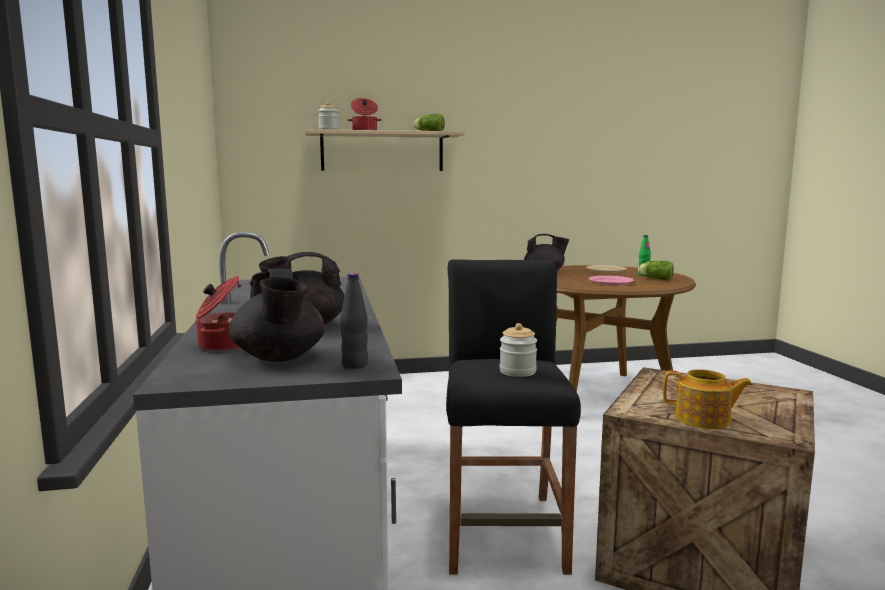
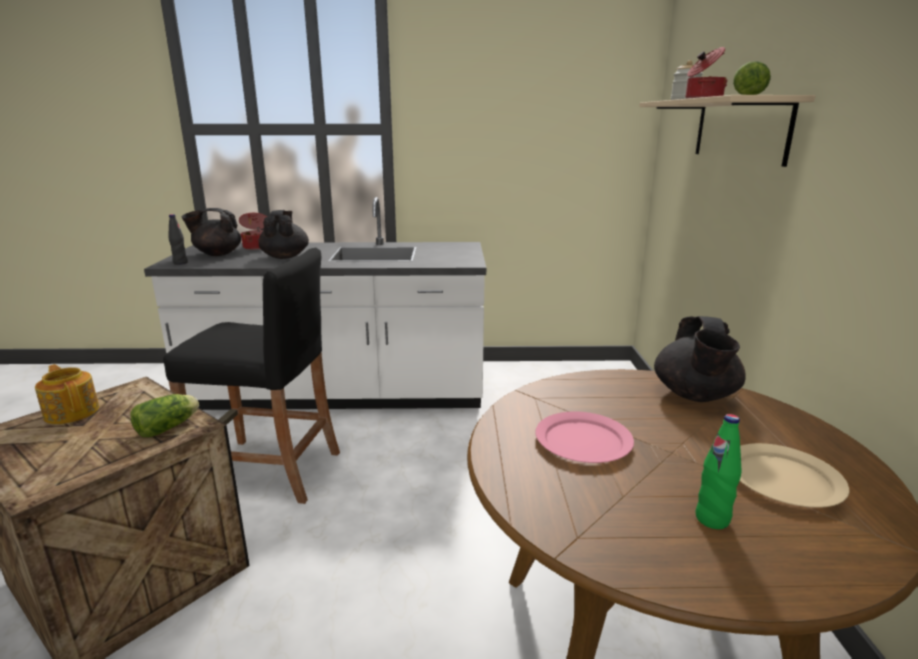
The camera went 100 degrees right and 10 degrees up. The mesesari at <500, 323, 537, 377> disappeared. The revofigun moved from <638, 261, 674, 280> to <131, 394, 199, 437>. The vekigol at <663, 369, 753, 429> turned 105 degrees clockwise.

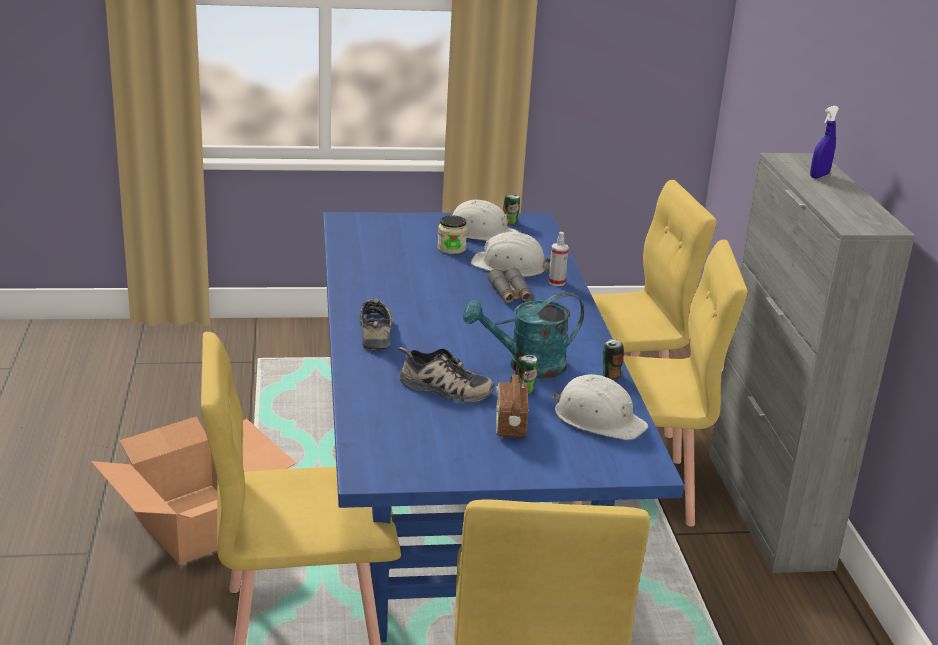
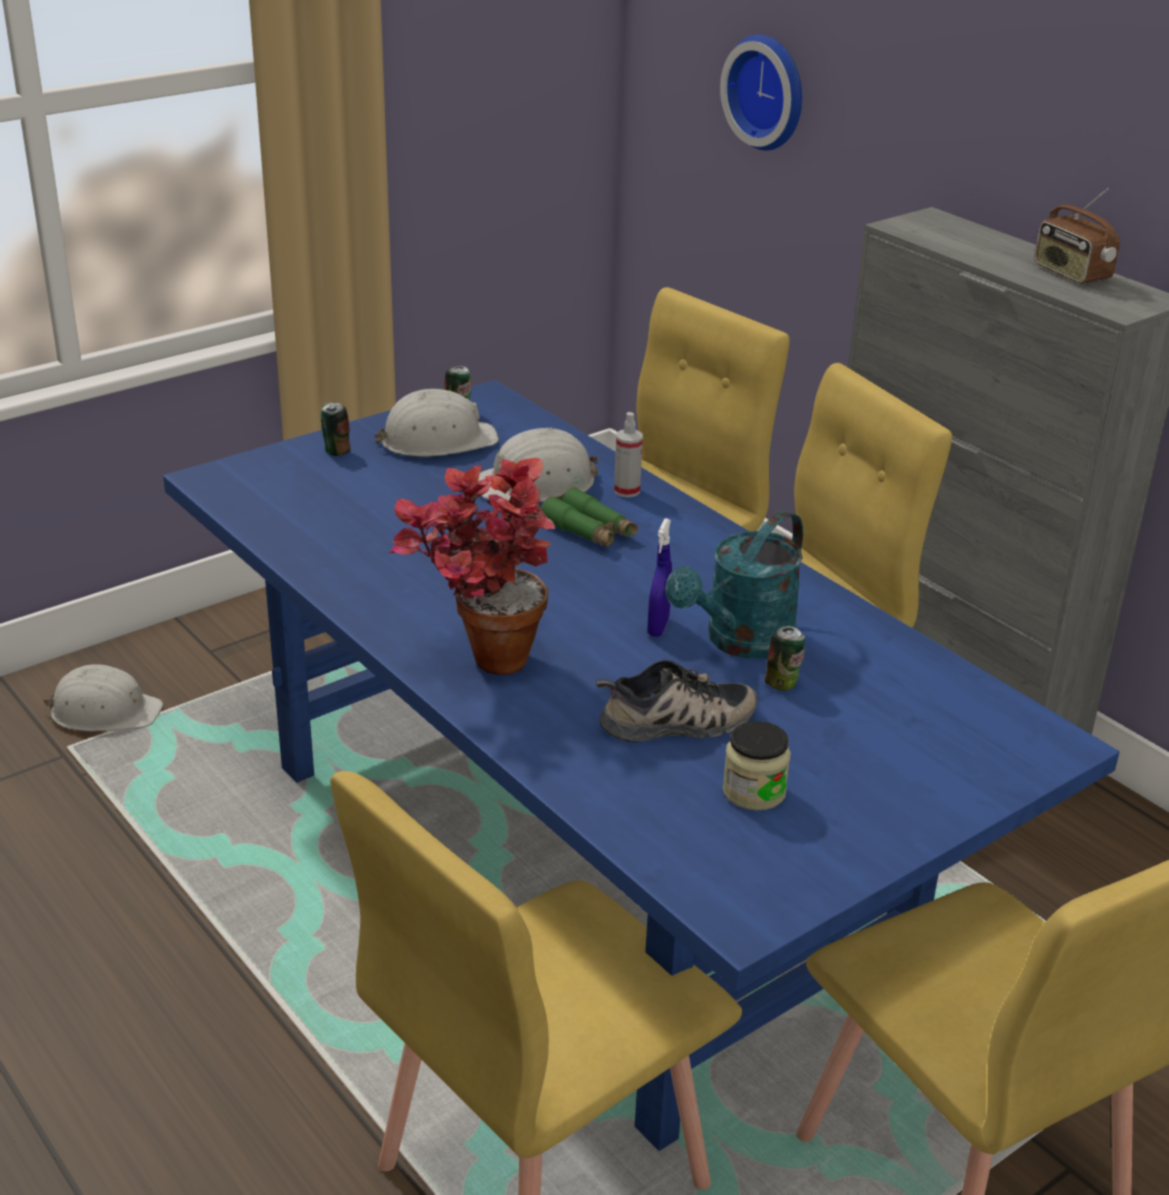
The camera went 30 degrees left and 5 degrees up. The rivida at <91, 416, 296, 565> disappeared. The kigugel at <360, 298, 394, 351> was replaced by the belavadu at <389, 458, 555, 675>. The mesesari moved from <437, 216, 468, 254> to <723, 721, 791, 811>. The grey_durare at <488, 268, 532, 303> became the green_durare at <540, 487, 638, 547>. The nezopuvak moved from <496, 372, 528, 438> to <1035, 188, 1120, 284>. The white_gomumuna moved from <553, 374, 648, 440> to <43, 664, 163, 731>. The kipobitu moved from <603, 339, 624, 379> to <321, 402, 351, 456>. The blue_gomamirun moved from <810, 106, 839, 179> to <648, 518, 672, 637>. The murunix at <720, 35, 802, 151> appeared.

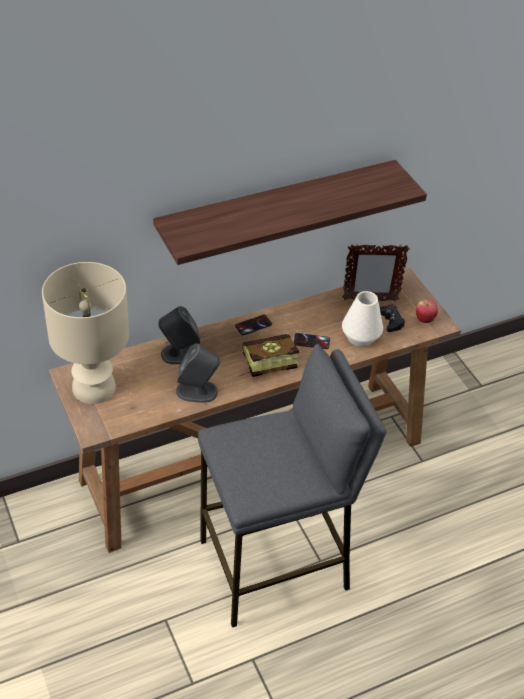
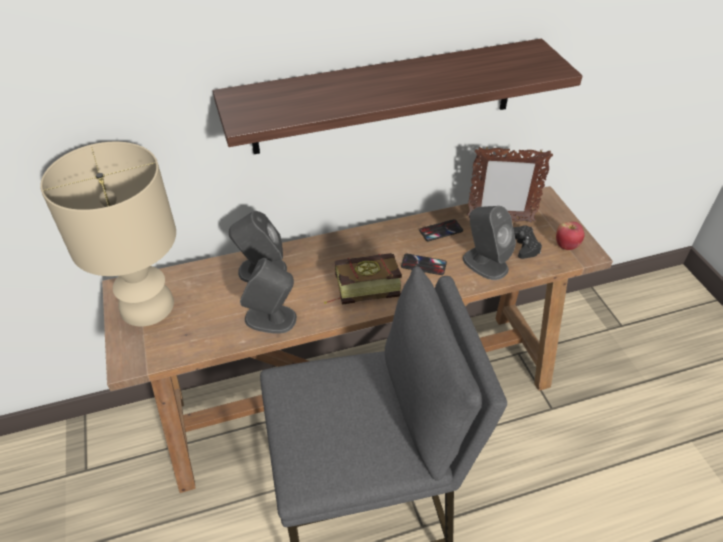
The camera went 10 degrees right and 0 degrees up. The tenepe moved from <235, 315, 272, 335> to <419, 219, 463, 241>. The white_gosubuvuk at <342, 291, 383, 347> was replaced by the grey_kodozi at <463, 206, 516, 280>.

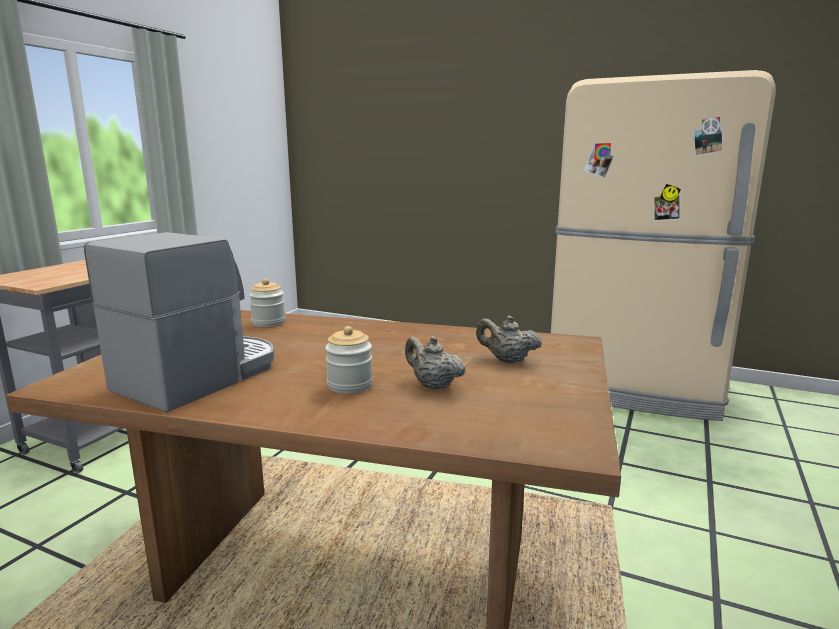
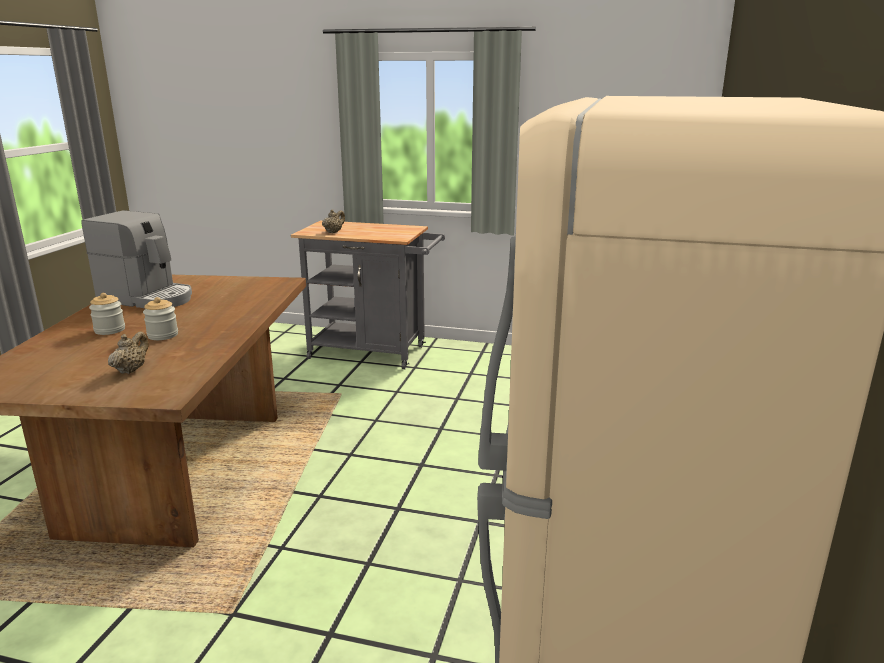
The camera went 80 degrees right and 5 degrees up. The mesesari moved from <249, 279, 285, 327> to <143, 297, 178, 340>. The beige_vekigol moved from <405, 336, 466, 390> to <322, 209, 345, 233>.

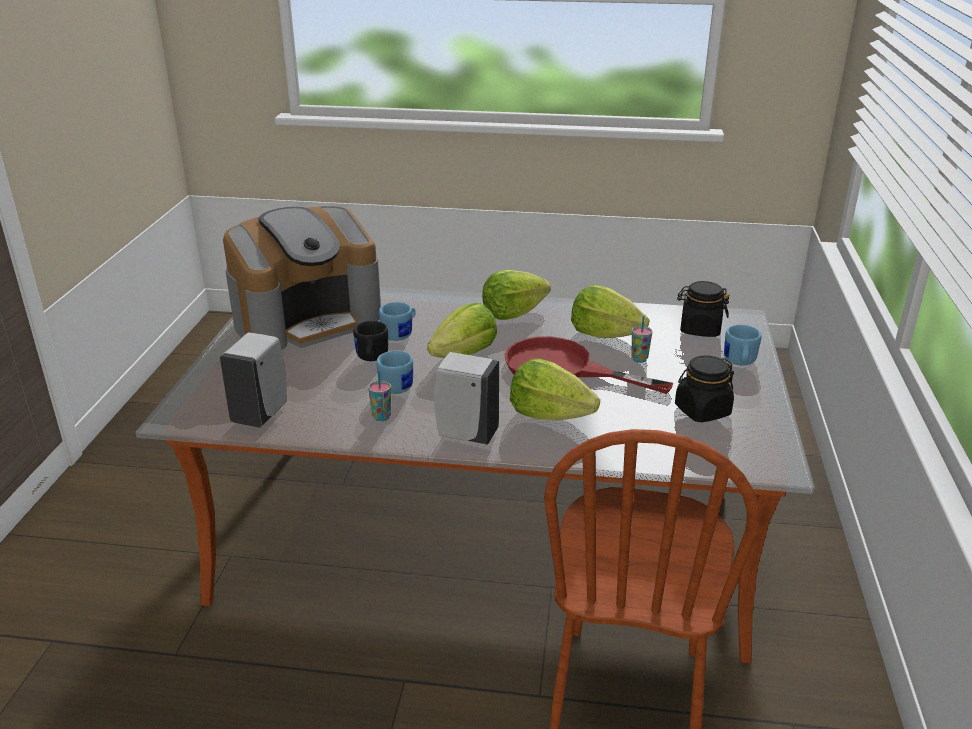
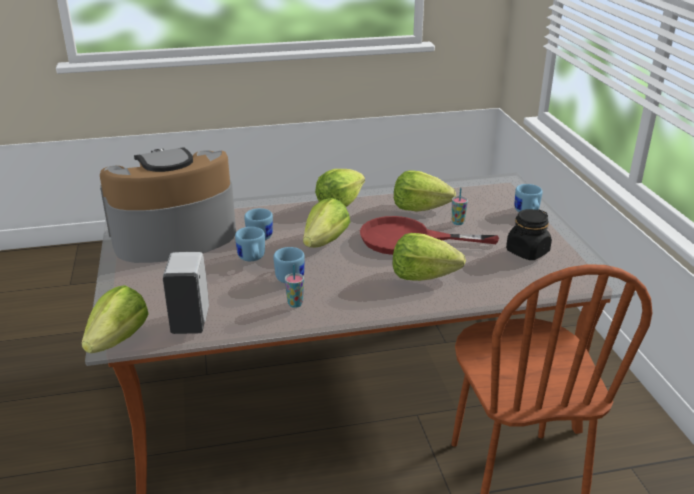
The camera went 20 degrees left and 0 degrees up. The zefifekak at <223, 206, 381, 350> turned 150 degrees counterclockwise. The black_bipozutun at <353, 321, 388, 361> became the blue_bipozutun at <235, 227, 265, 261>. The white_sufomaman at <434, 352, 499, 445> disappeared. The black_mesesari at <677, 281, 730, 337> disappeared. The revofigun at <81, 285, 148, 353> appeared.

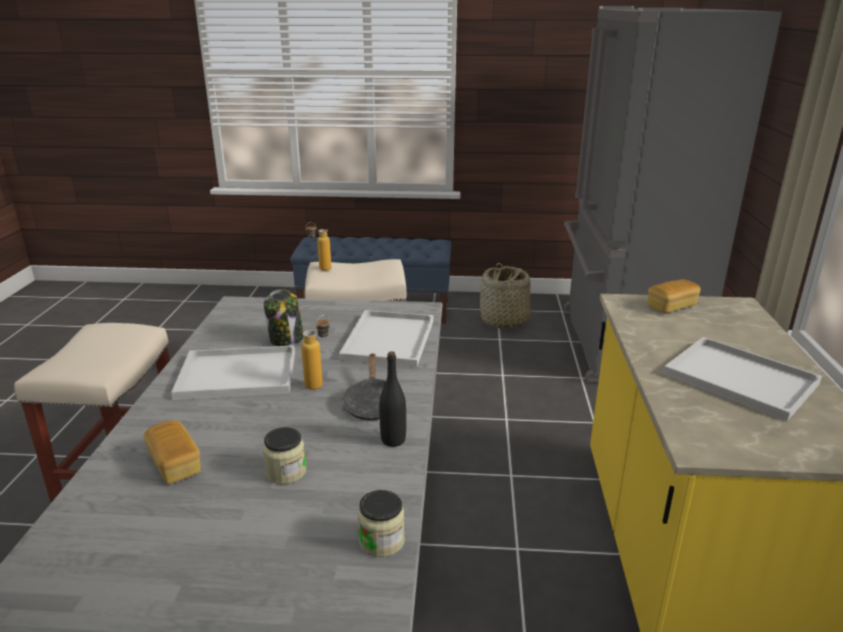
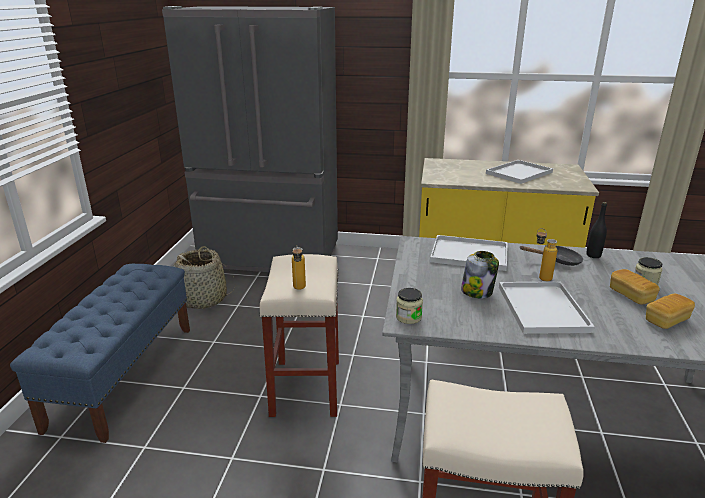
The camera went 85 degrees left and 0 degrees up. The mesesari moved from <358, 490, 405, 557> to <396, 288, 423, 324>. The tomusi moved from <648, 279, 700, 313> to <610, 269, 660, 305>.

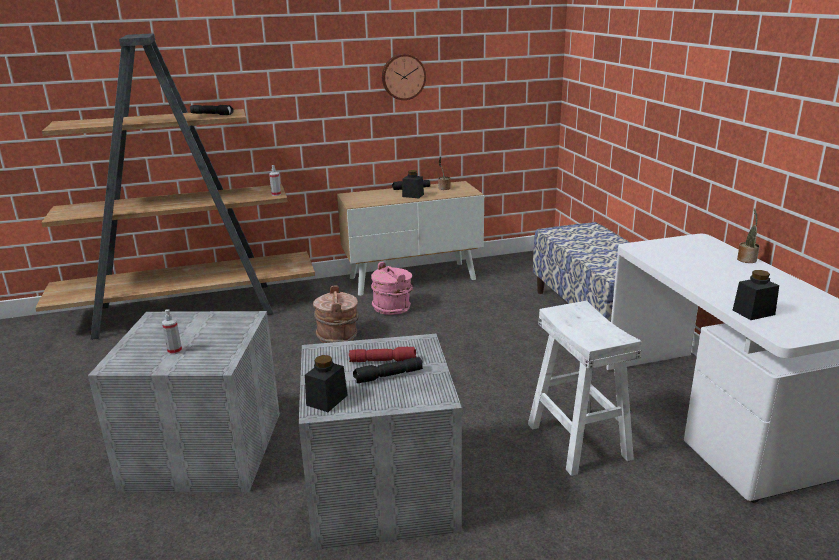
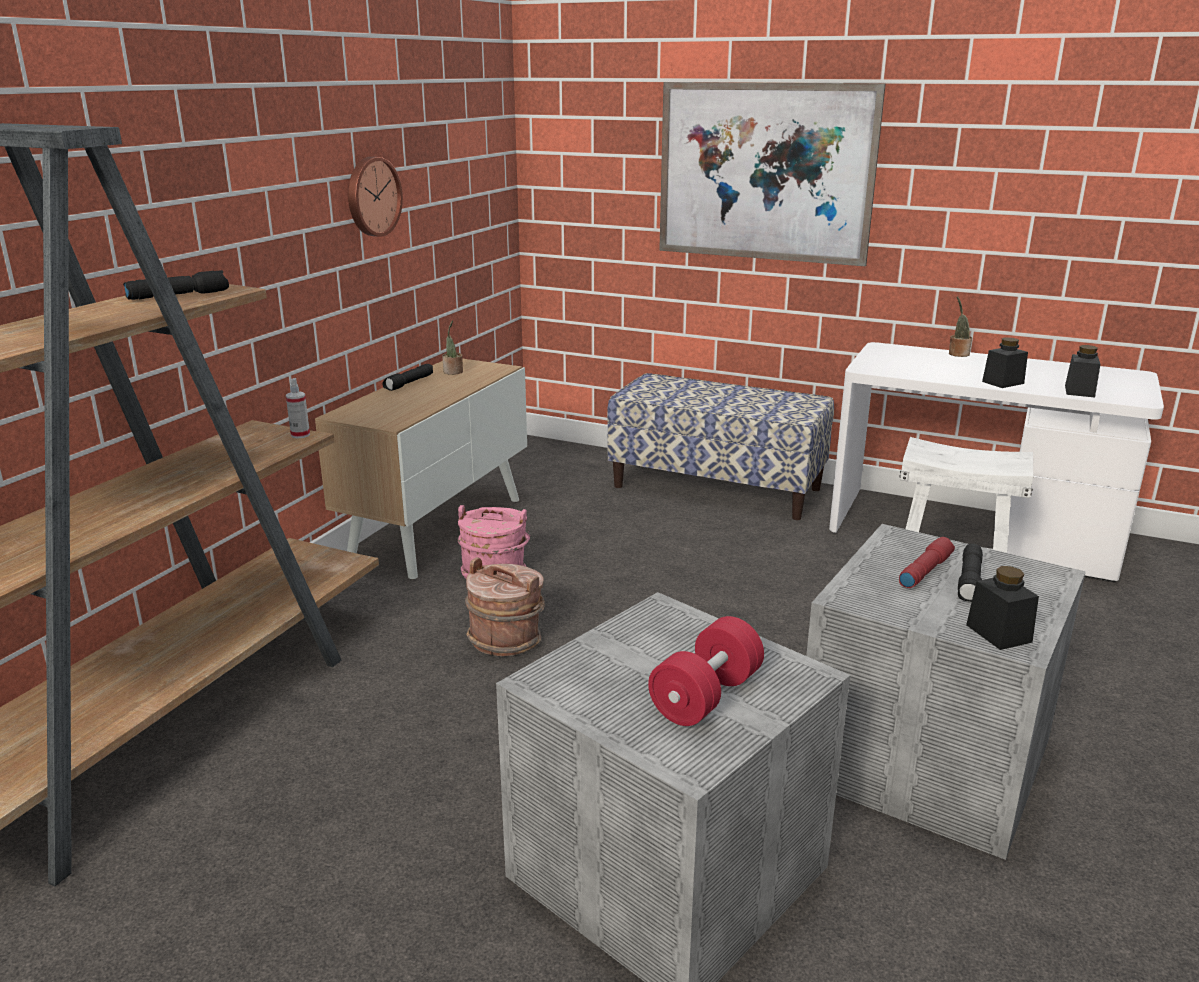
The camera went 50 degrees left and 0 degrees up. The gomamirun at <162, 309, 182, 355> was replaced by the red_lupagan at <648, 616, 764, 726>. The black_mesesari moved from <402, 170, 424, 198> to <982, 337, 1028, 388>. The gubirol at <659, 82, 886, 266> appeared.

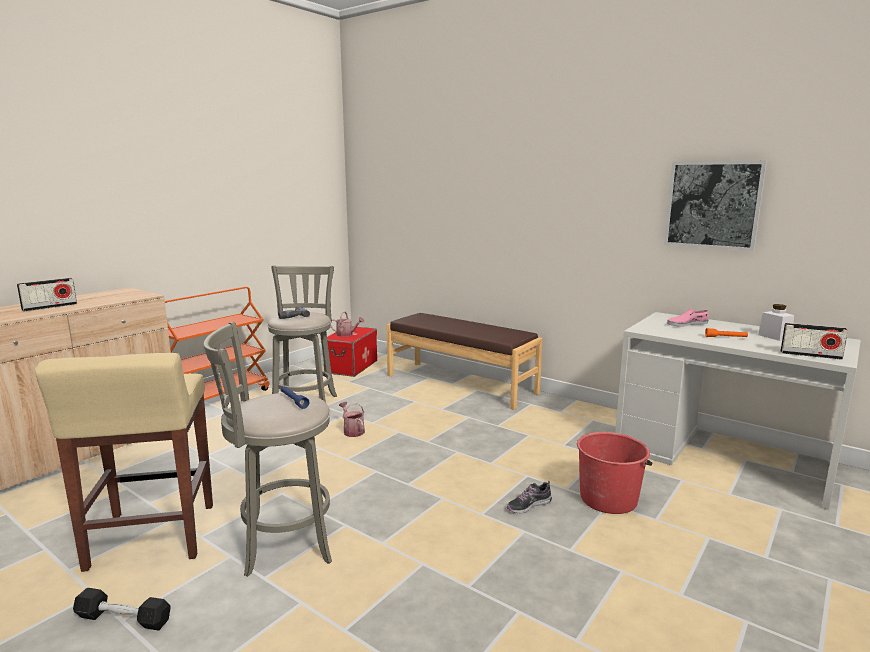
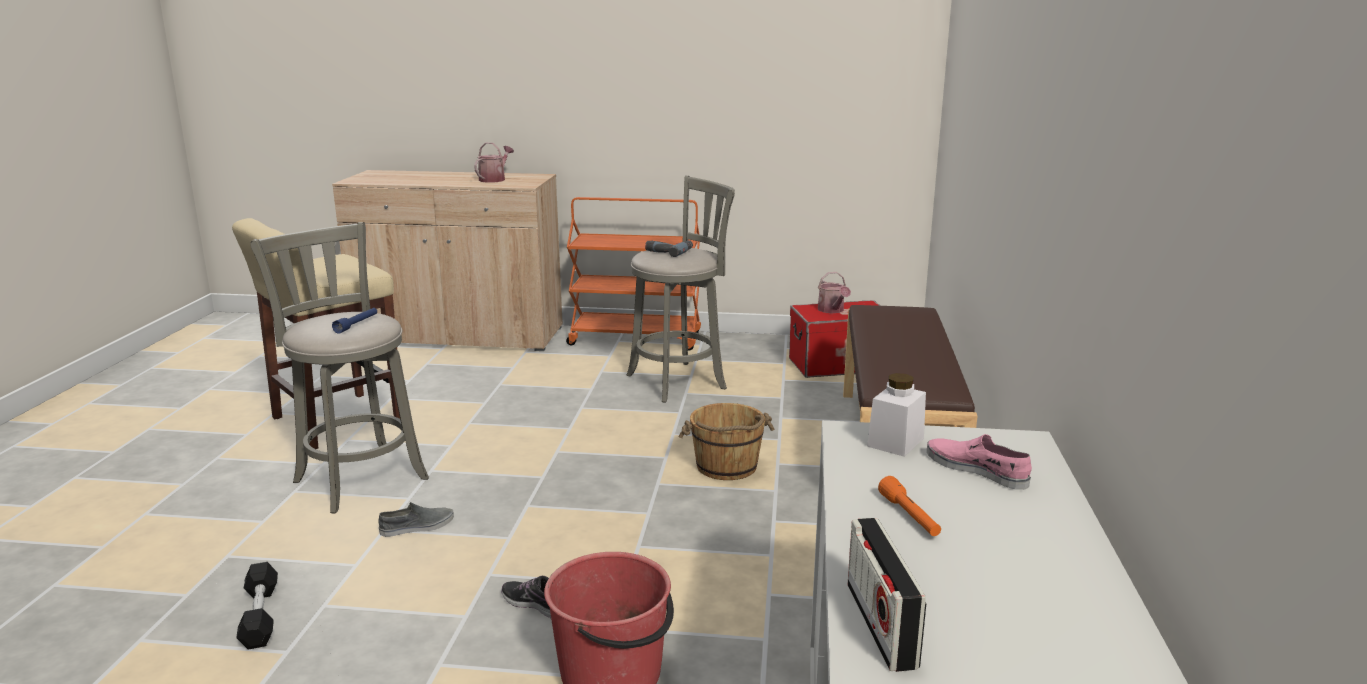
The camera went 60 degrees right and 5 degrees up. The nezopuvak at <17, 278, 77, 311> disappeared. The black_lupagan moved from <73, 588, 170, 631> to <236, 562, 278, 650>. The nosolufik moved from <339, 402, 365, 437> to <474, 142, 514, 183>. The gubirol at <664, 161, 767, 251> disappeared. The white_mesesari moved from <758, 304, 794, 341> to <867, 373, 926, 457>. The grey_kigugel at <378, 502, 454, 537> appeared. The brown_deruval at <679, 403, 774, 480> appeared.

